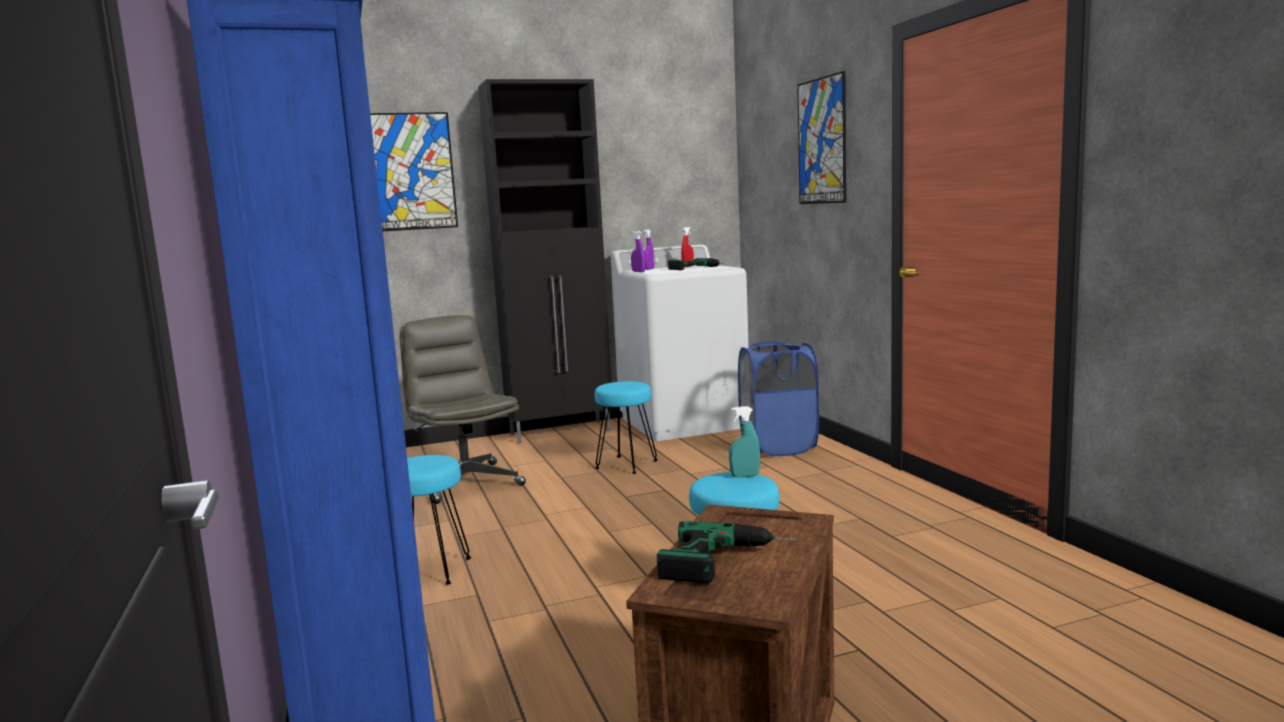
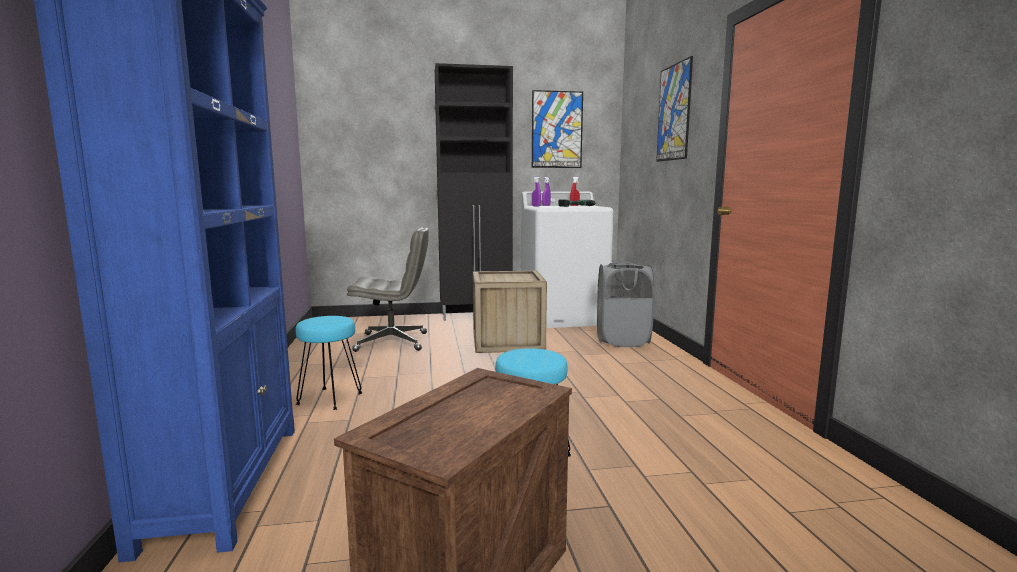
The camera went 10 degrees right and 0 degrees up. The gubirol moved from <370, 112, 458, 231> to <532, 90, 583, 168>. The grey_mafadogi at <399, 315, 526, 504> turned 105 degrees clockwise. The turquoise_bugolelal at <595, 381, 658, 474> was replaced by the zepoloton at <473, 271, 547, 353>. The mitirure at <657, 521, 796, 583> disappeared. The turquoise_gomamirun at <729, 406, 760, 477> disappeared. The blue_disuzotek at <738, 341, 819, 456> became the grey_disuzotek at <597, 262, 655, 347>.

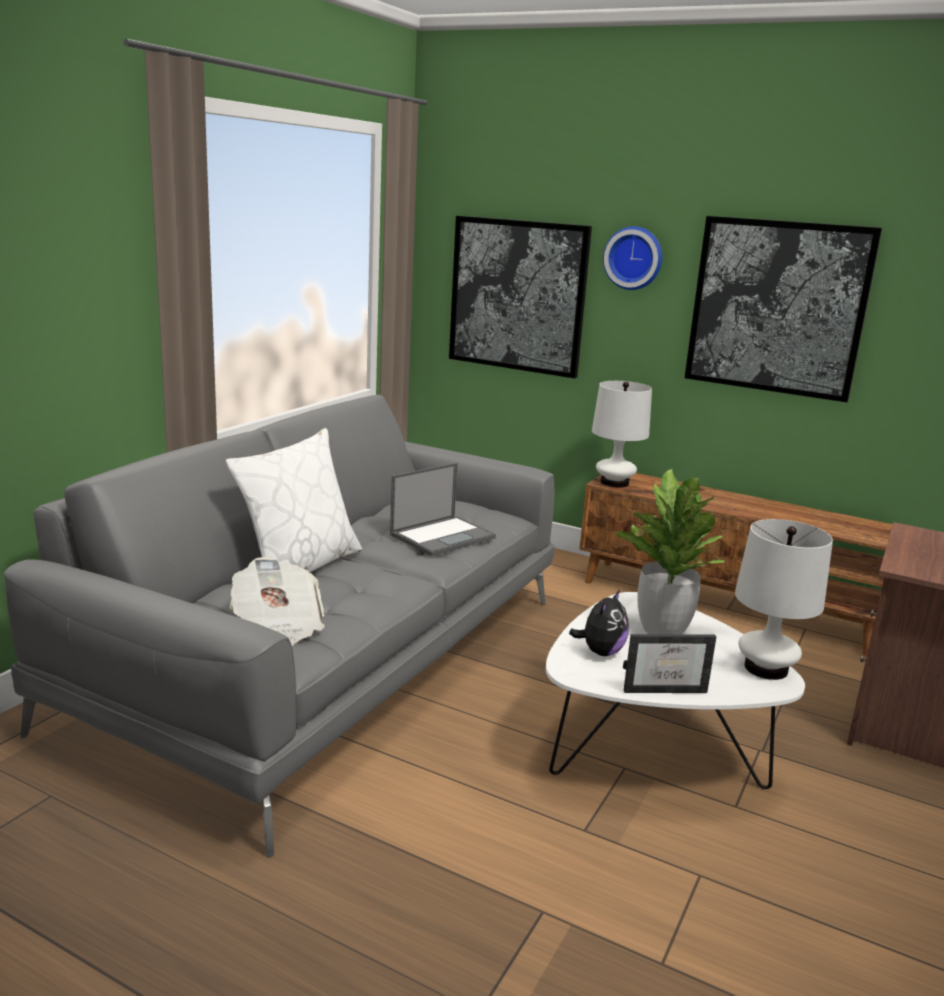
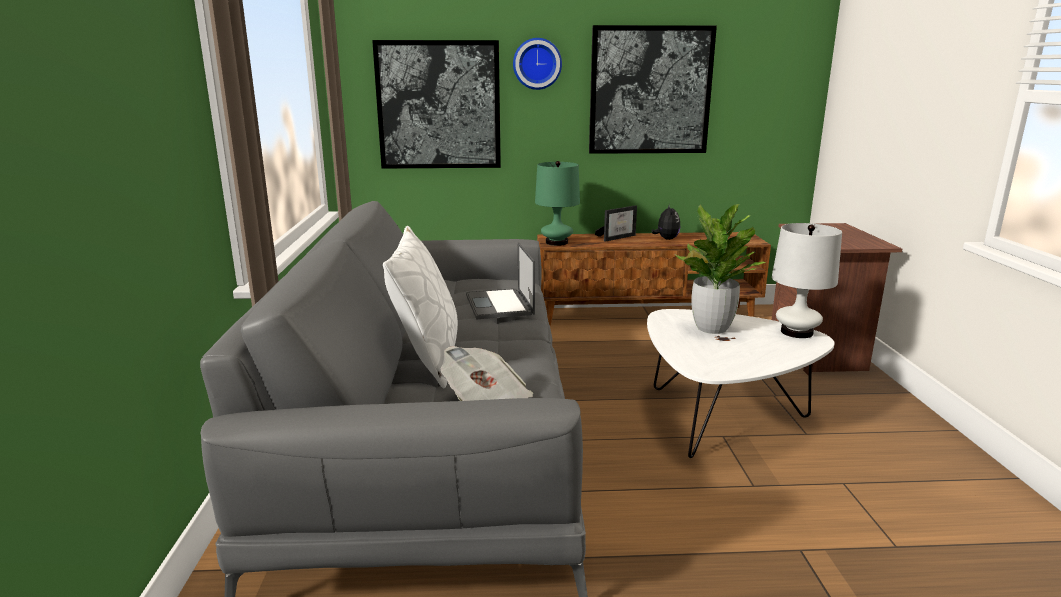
The camera went 30 degrees left and 0 degrees up. The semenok at <390, 463, 496, 556> turned 150 degrees clockwise. The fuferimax moved from <569, 590, 629, 656> to <651, 204, 680, 240>. The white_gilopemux at <592, 381, 652, 488> became the green_gilopemux at <535, 161, 580, 246>. The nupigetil moved from <623, 634, 716, 693> to <595, 205, 637, 242>.

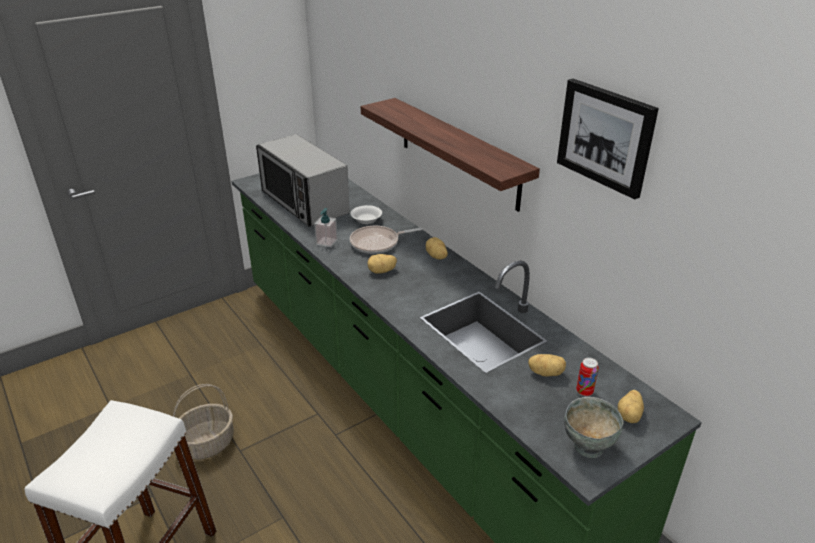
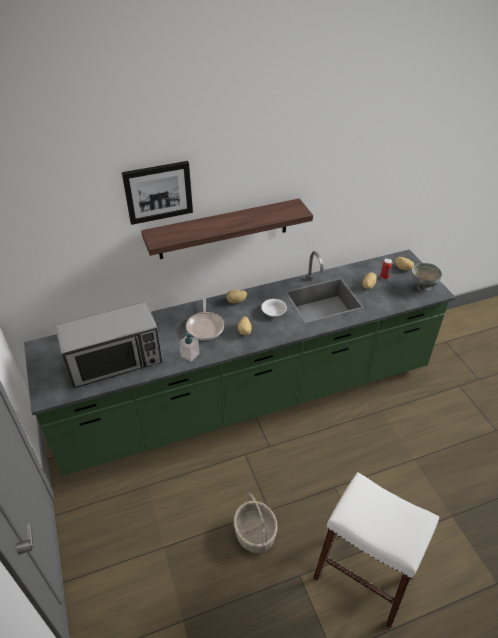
The camera went 75 degrees left and 10 degrees up. The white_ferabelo moved from <351, 205, 382, 224> to <261, 299, 287, 317>. The gubirol moved from <557, 79, 659, 199> to <122, 161, 193, 225>.

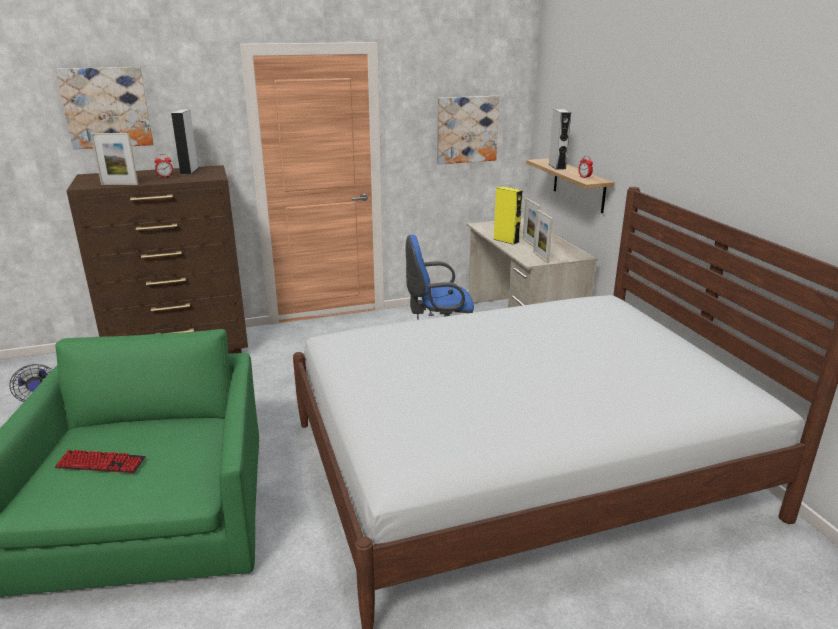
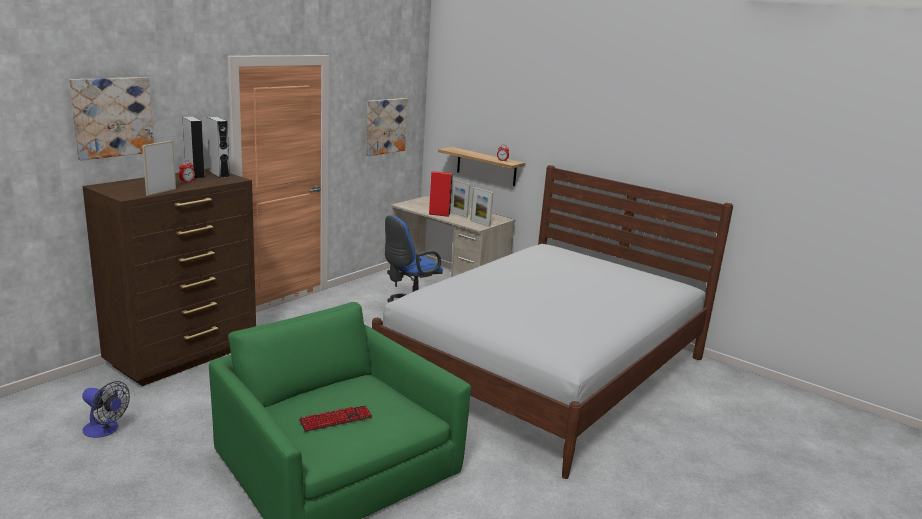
The camera went 35 degrees left and 5 degrees down. The nupigetil at <91, 133, 138, 185> turned 150 degrees clockwise. The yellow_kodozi at <493, 186, 523, 245> became the red_kodozi at <428, 171, 453, 217>. The grey_kodozi moved from <549, 109, 571, 170> to <207, 117, 230, 178>.

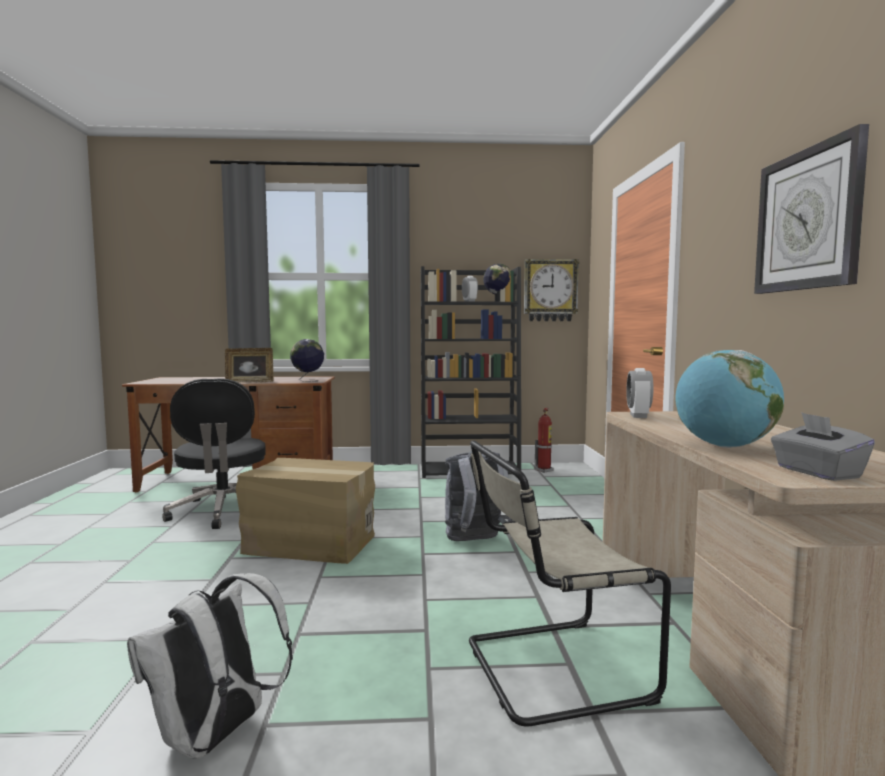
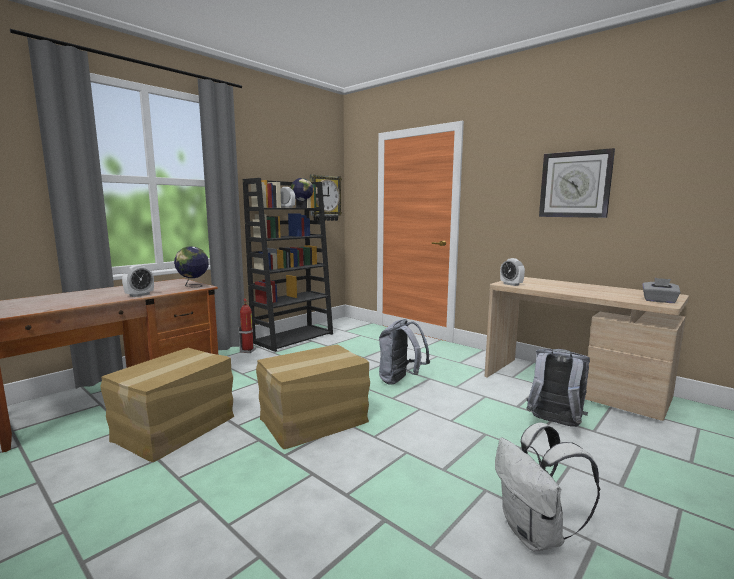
The camera went 45 degrees left and 5 degrees up. The black_mafadogi at <162, 378, 266, 529> was replaced by the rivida at <100, 348, 234, 462>. The nupigetil at <225, 348, 274, 383> was replaced by the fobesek at <122, 265, 154, 297>. The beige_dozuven at <469, 440, 671, 726> was replaced by the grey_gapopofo at <526, 349, 590, 427>. The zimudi moved from <535, 408, 554, 473> to <238, 298, 256, 353>. The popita at <675, 350, 784, 448> disappeared.

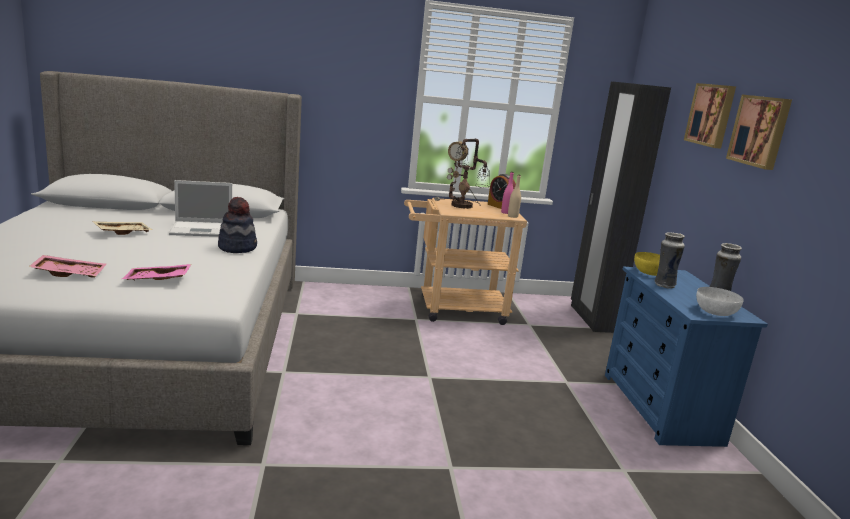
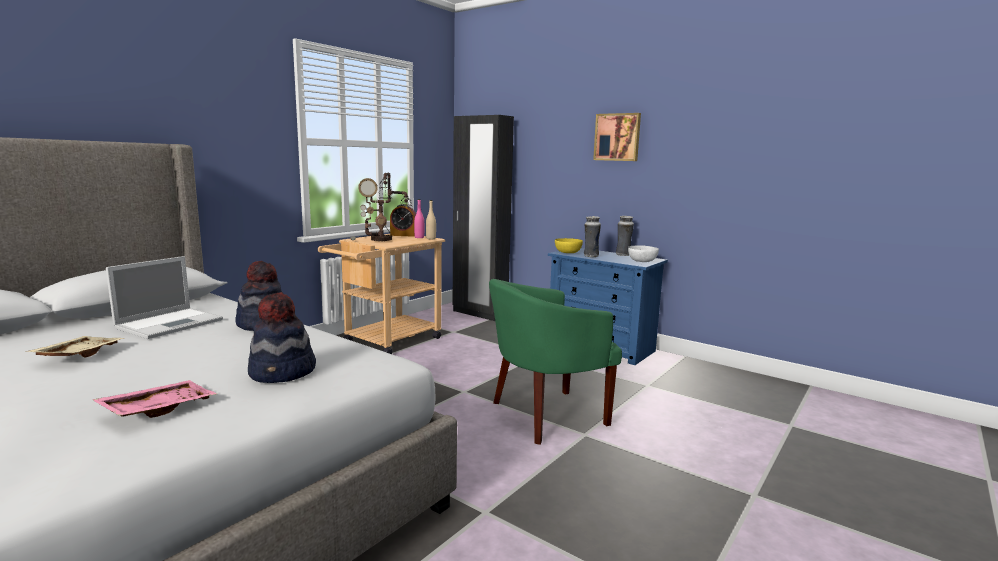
The camera went 45 degrees left and 5 degrees down. The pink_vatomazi at <122, 264, 192, 280> was replaced by the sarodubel at <248, 292, 316, 383>. The gubirol at <684, 83, 736, 149> disappeared. The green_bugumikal at <489, 279, 622, 445> appeared.

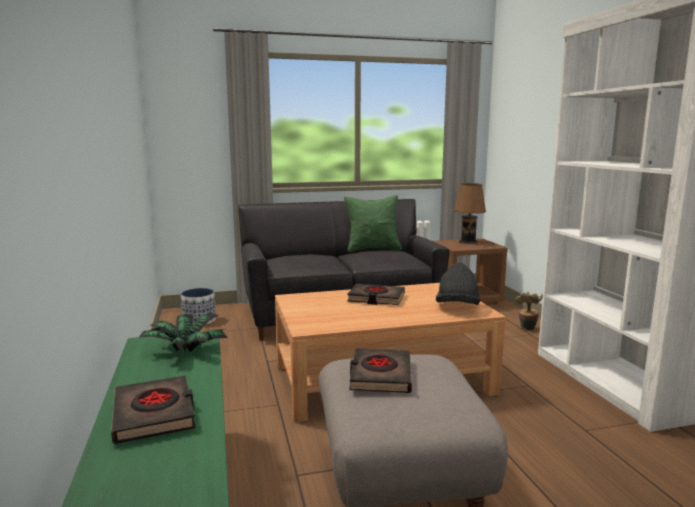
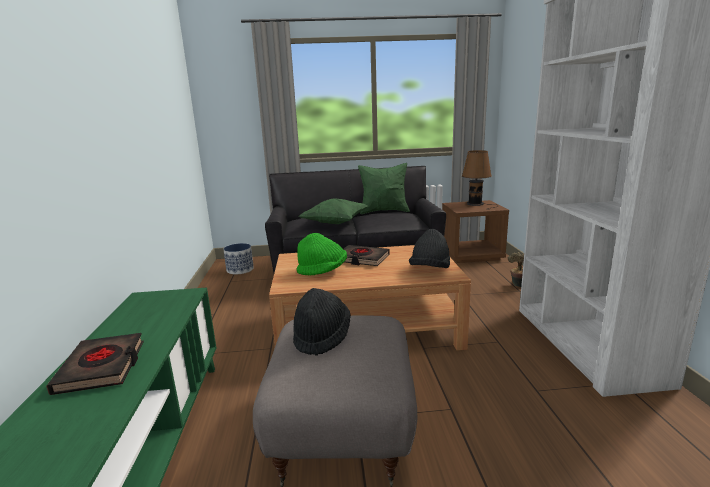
The camera went 10 degrees right and 5 degrees up. The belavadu at <138, 312, 228, 352> disappeared. The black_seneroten at <349, 348, 412, 393> was replaced by the black_sarodubel at <293, 288, 351, 355>. The green_sarodubel at <297, 233, 347, 276> appeared. The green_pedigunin at <299, 198, 368, 224> appeared.

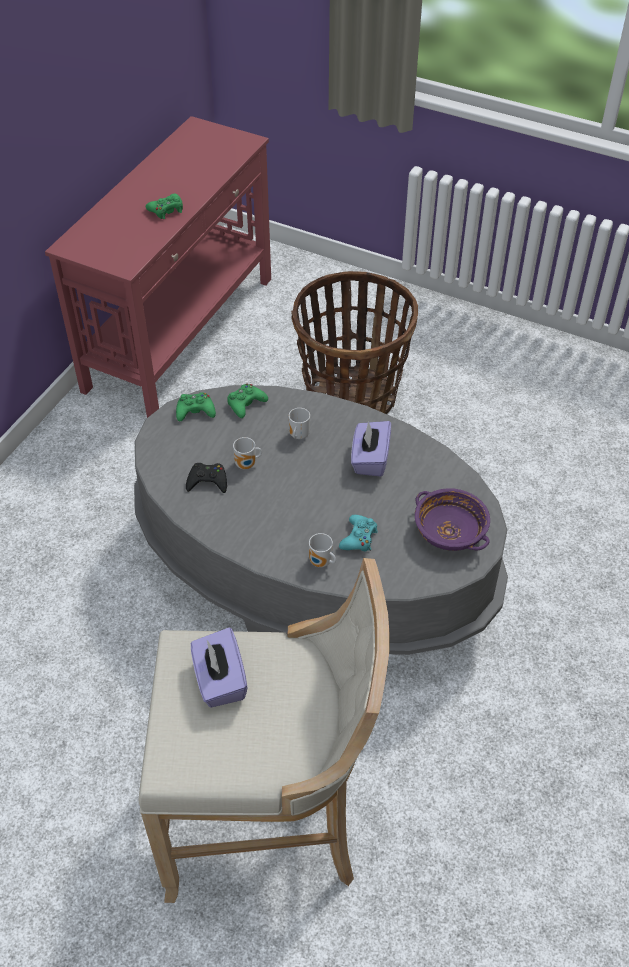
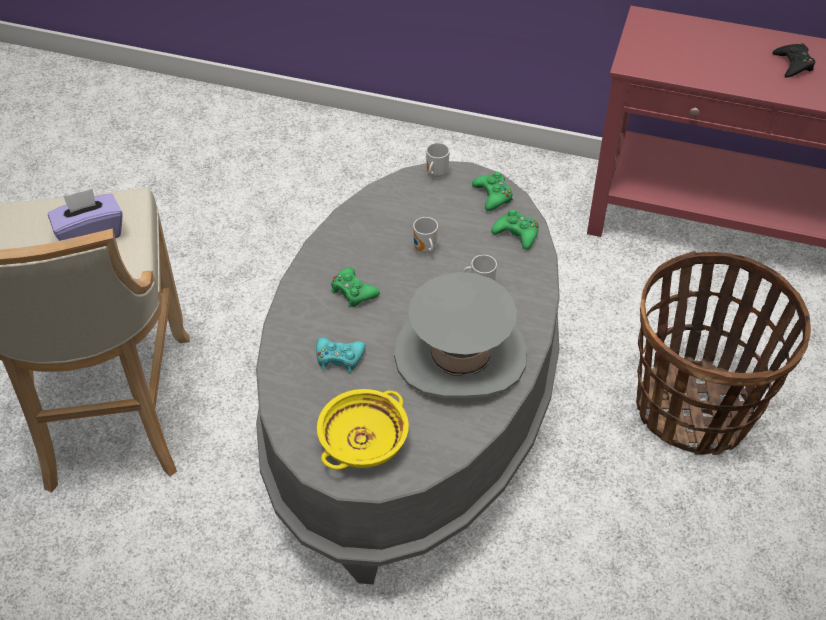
The camera went 80 degrees right and 0 degrees up. The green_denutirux moved from <146, 194, 183, 219> to <331, 267, 380, 308>. The black_denutirux moved from <186, 463, 227, 493> to <772, 43, 815, 77>. The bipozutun moved from <309, 533, 336, 567> to <426, 143, 450, 177>. The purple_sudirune at <351, 421, 391, 476> was replaced by the grey_sarodubel at <394, 272, 527, 398>. The purple_ferabelo at <415, 488, 490, 551> became the yellow_ferabelo at <317, 389, 409, 470>.

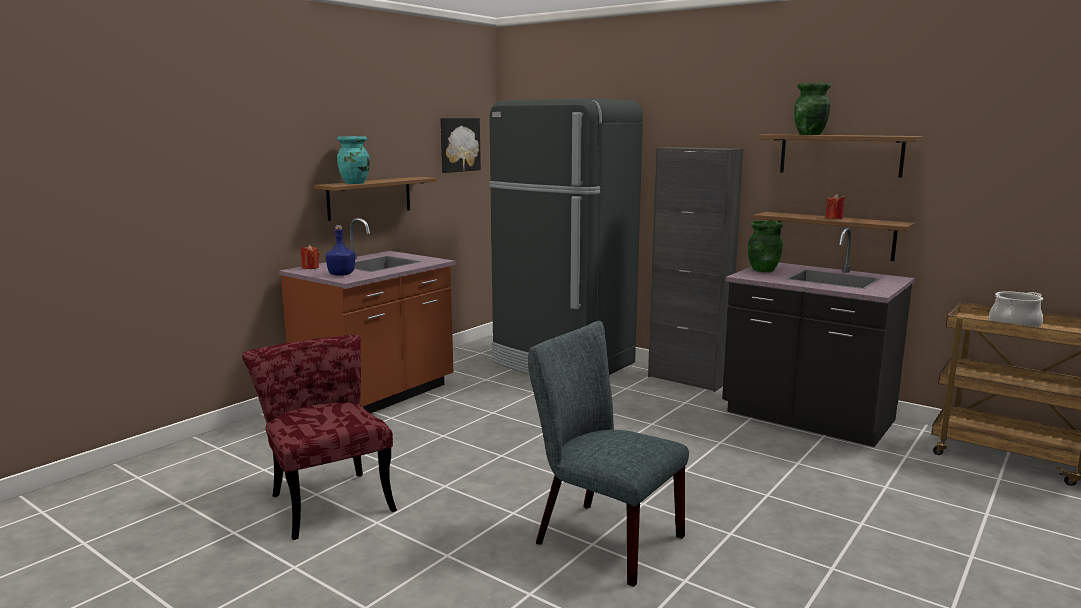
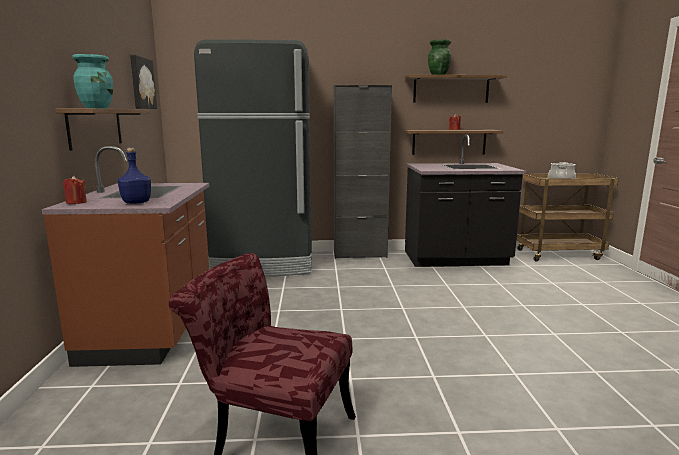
The camera went 40 degrees left and 0 degrees up. The grey_dozuven at <528, 321, 689, 587> disappeared. The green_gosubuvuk at <748, 221, 783, 272> disappeared.

